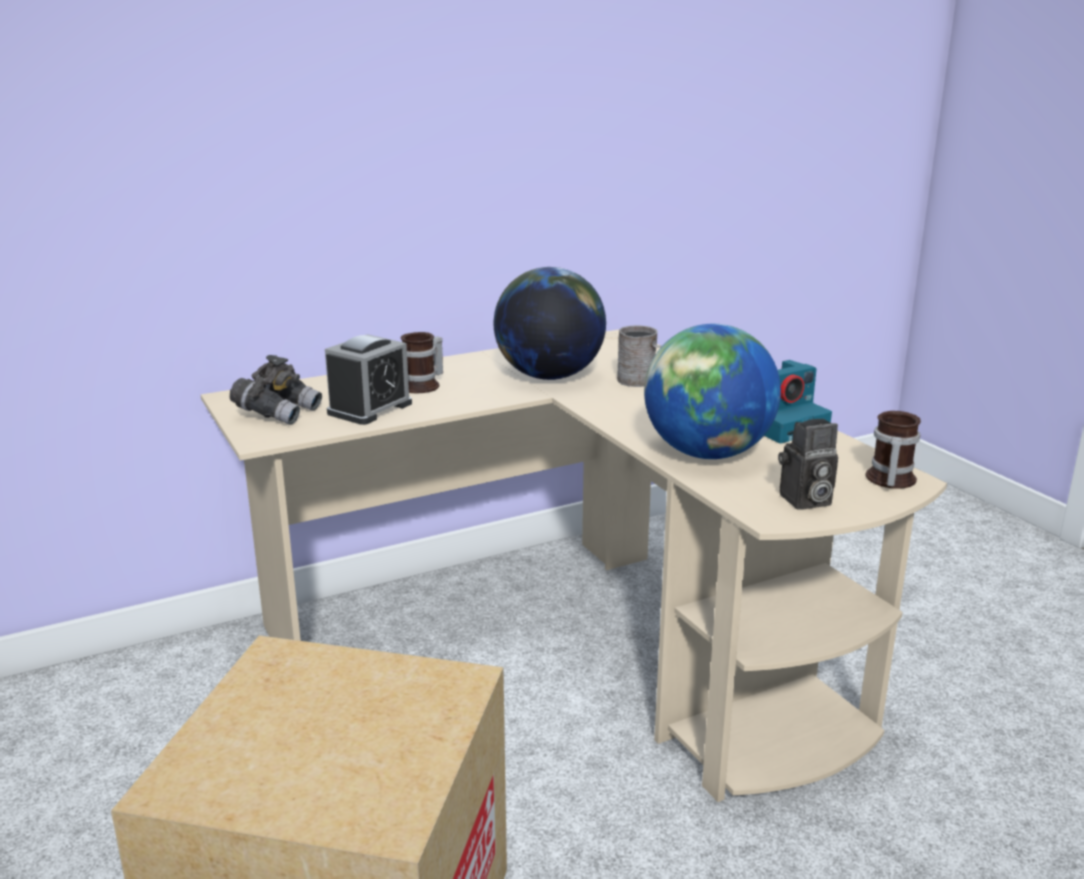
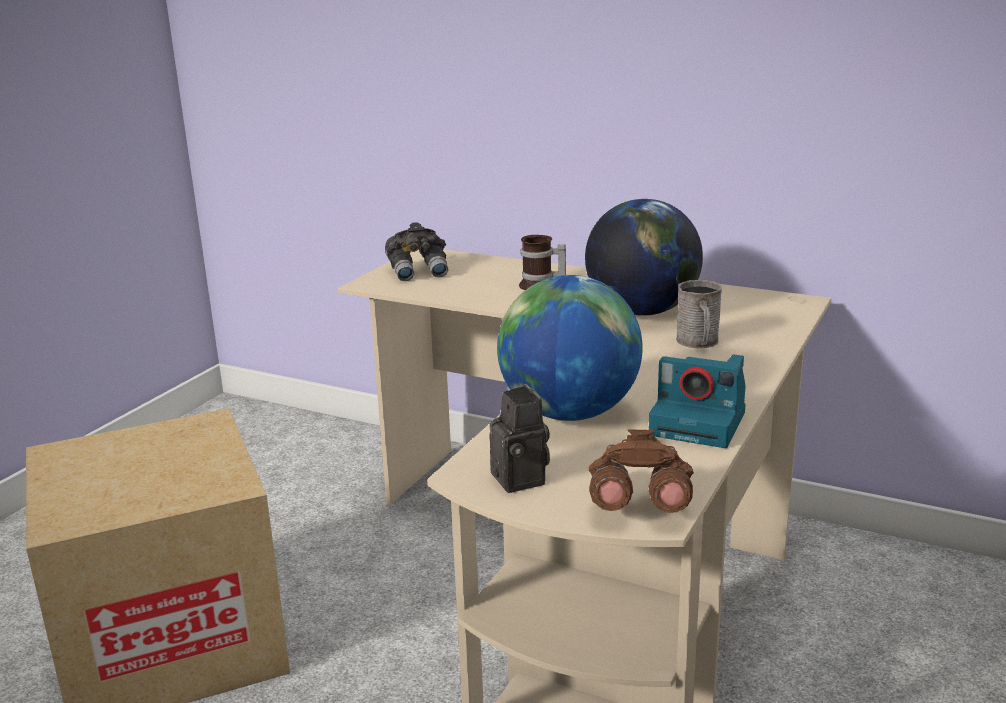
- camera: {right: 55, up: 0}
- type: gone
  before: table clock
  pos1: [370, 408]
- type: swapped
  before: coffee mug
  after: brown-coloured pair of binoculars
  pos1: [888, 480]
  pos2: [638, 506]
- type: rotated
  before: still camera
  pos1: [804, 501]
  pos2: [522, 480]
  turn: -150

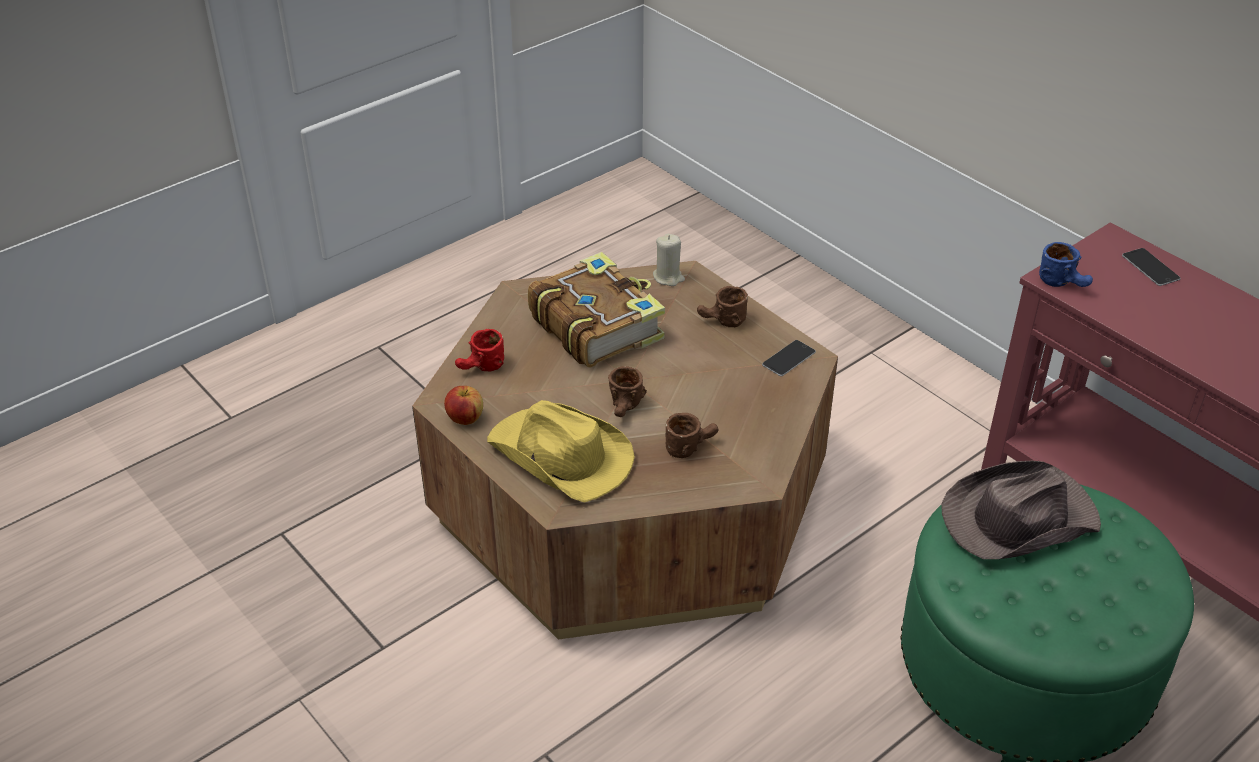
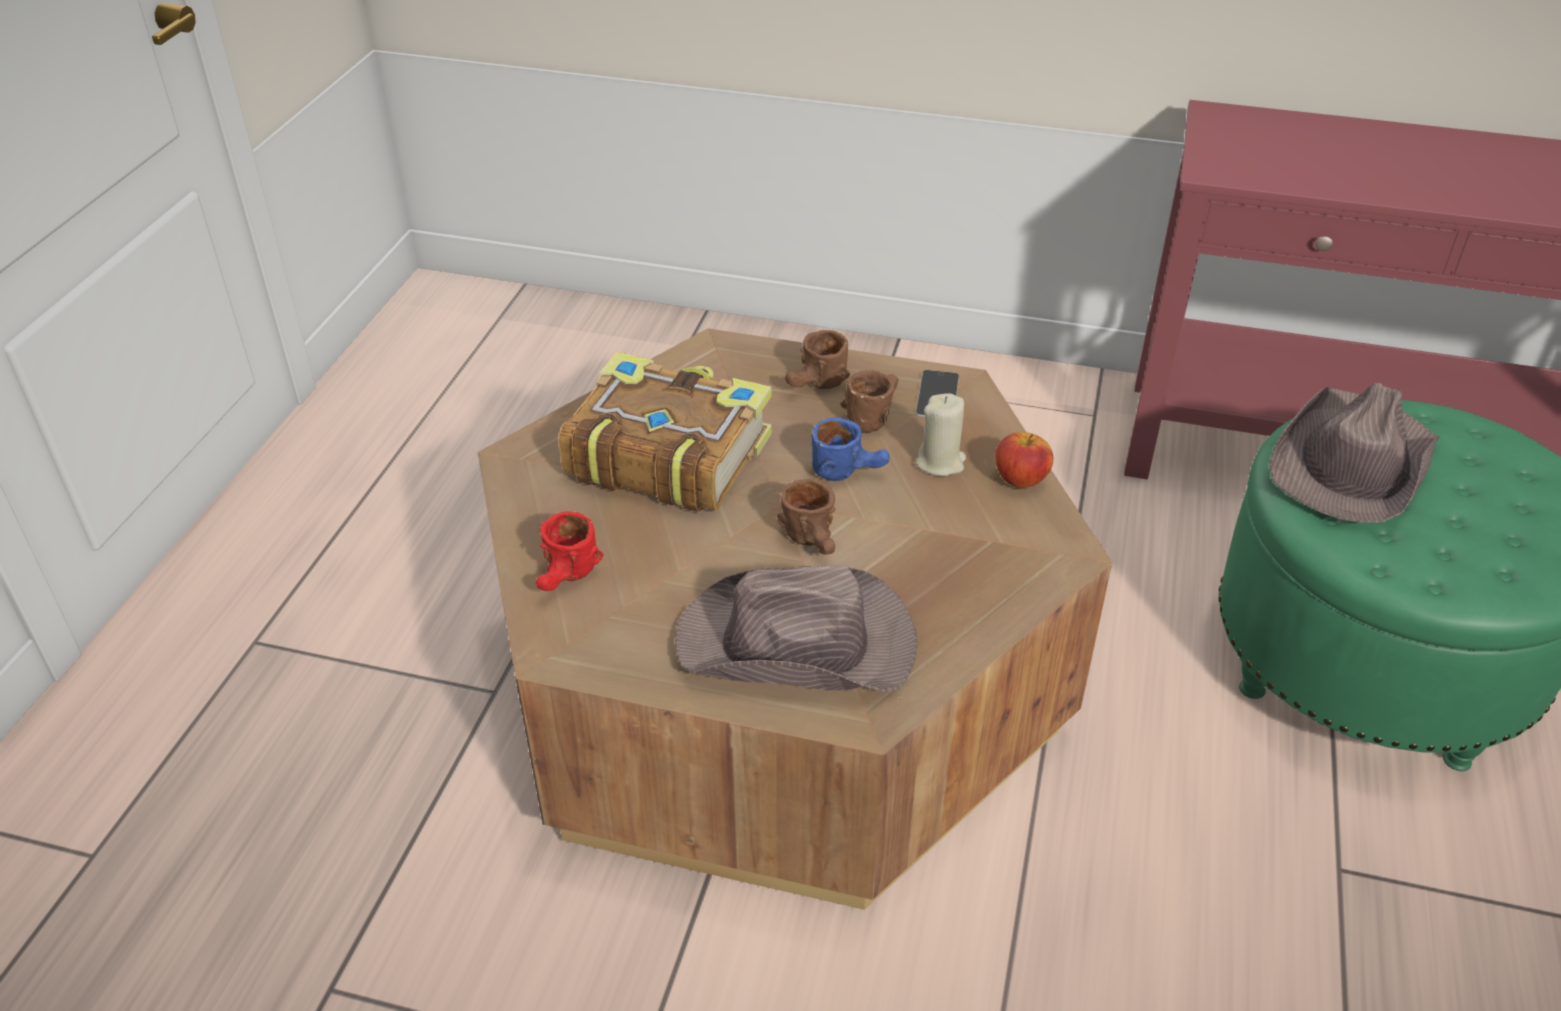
- camera: {right: -35, up: 0}
- type: shifted
  before: sand-coloured wax candle
  pos1: [668, 277]
  pos2: [940, 462]
- type: shifted
  before: bluish coffee mug
  pos1: [1064, 283]
  pos2: [849, 470]
- type: gone
  before: handset
  pos1: [1150, 267]
- type: shifted
  before: apple fruit
  pos1: [465, 418]
  pos2: [1020, 480]
- type: repainted
  before: yellow-coloured clothing hat
  after: brown-coloured clothing hat
  pos1: [561, 456]
  pos2: [798, 645]
- type: shifted
  before: brown-coloured coffee mug
  pos1: [690, 446]
  pos2: [872, 414]

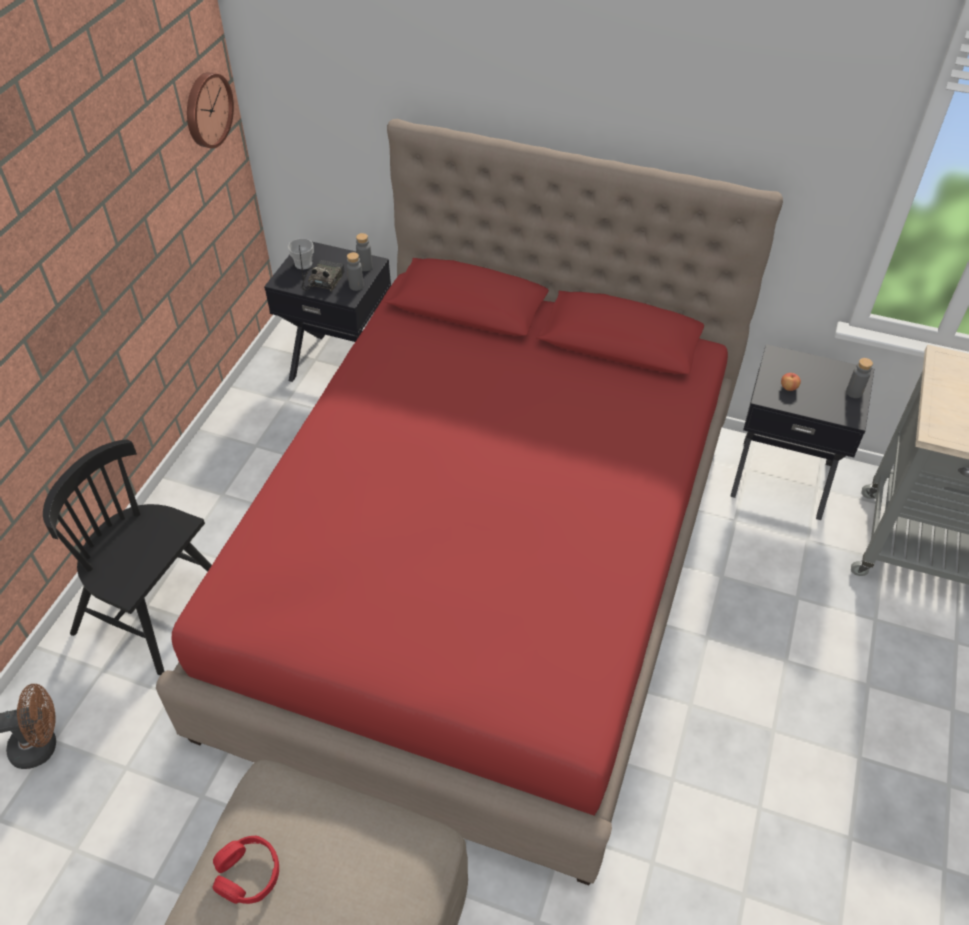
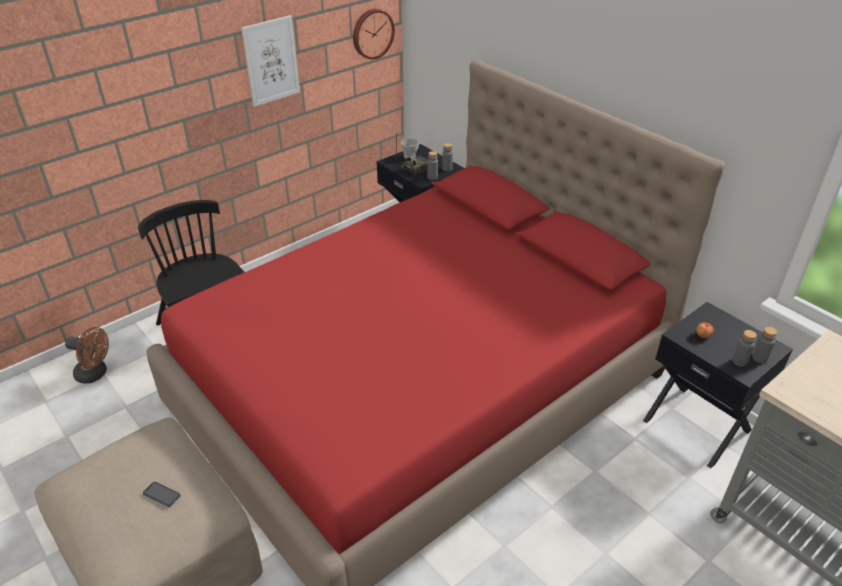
- camera: {right: 30, up: -10}
- type: gone
  before: red headphones
  pos1: [248, 874]
- type: new
  after: wall art
  pos2: [271, 61]
- type: new
  after: grey beverage bottle
  pos2: [739, 361]
- type: new
  after: handset
  pos2: [162, 495]

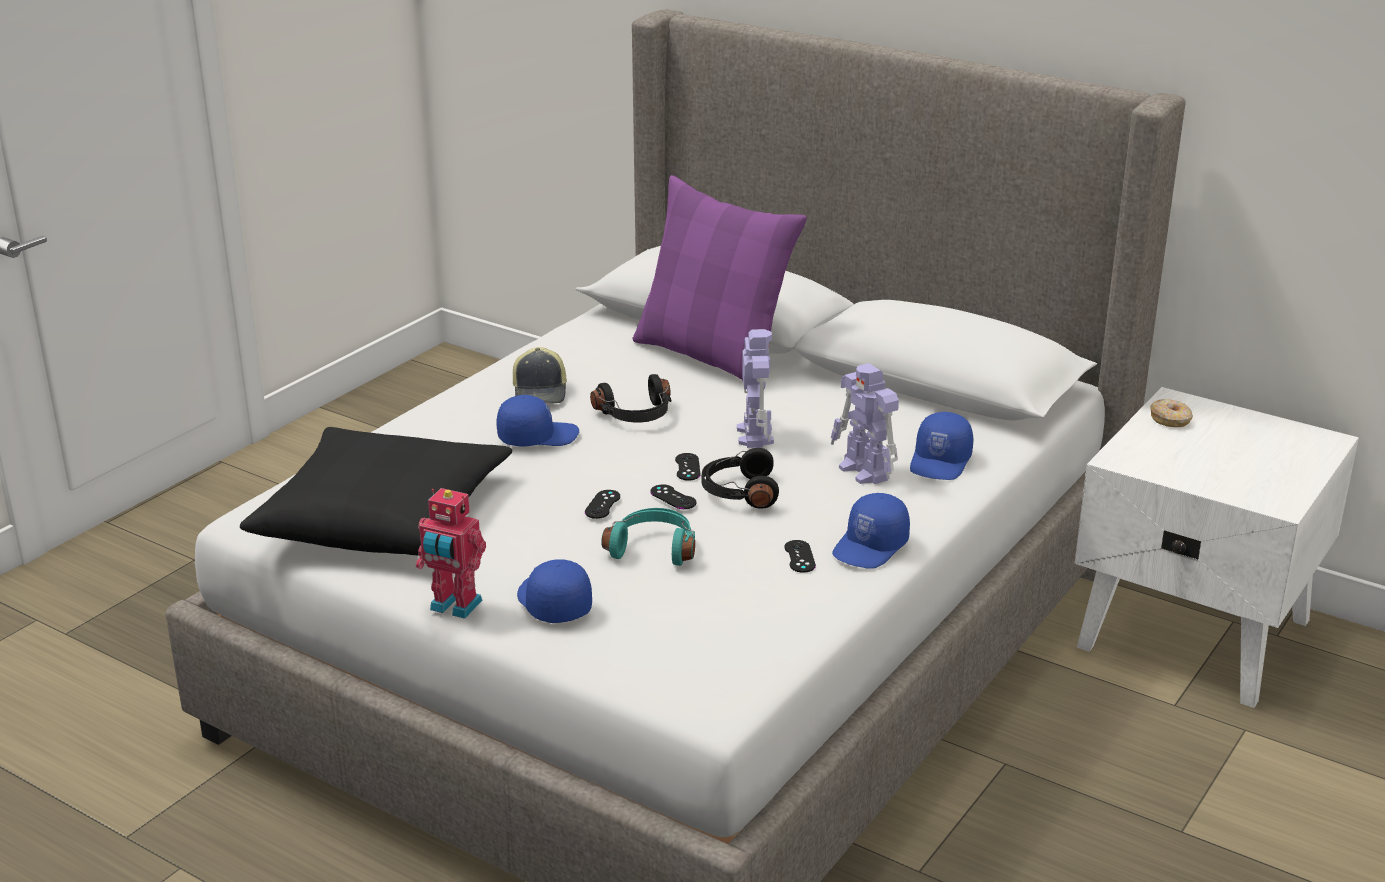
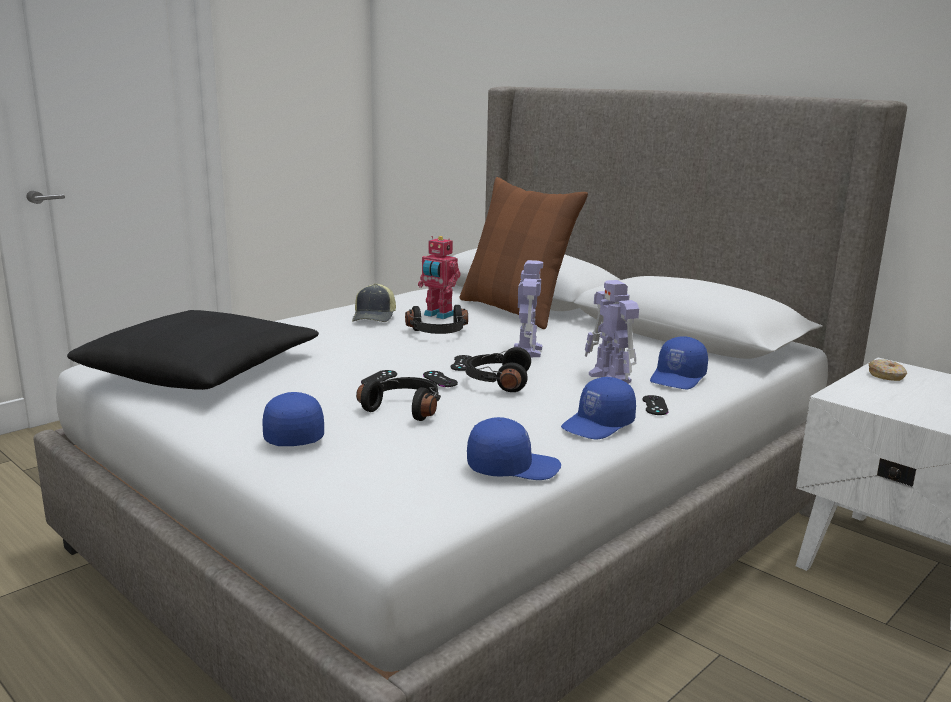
- camera: {right: 10, up: -10}
- type: repainted
  before: purple-coloured throw pillow
  after: brown-coloured throw pillow
  pos1: [713, 357]
  pos2: [515, 311]
- type: shifted
  before: bluish peaked cap
  pos1: [537, 436]
  pos2: [512, 467]
- type: shifted
  before: model robot
  pos1: [454, 607]
  pos2: [438, 315]
- type: repainted
  before: blue-green headphones
  after: black-coloured headphones
  pos1: [653, 548]
  pos2: [405, 408]
- type: shifted
  before: black-coloured game controller
  pos1: [799, 556]
  pos2: [655, 405]

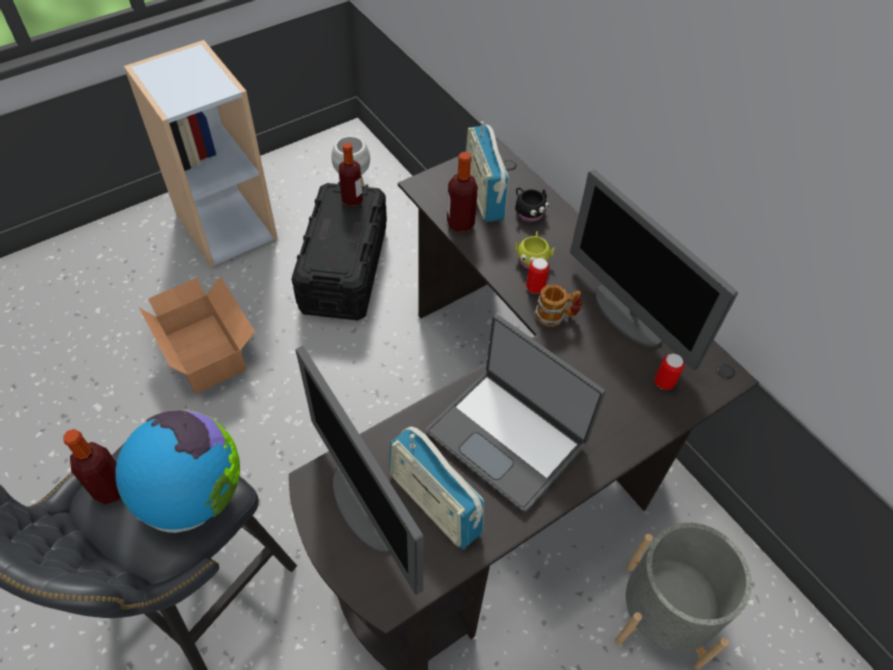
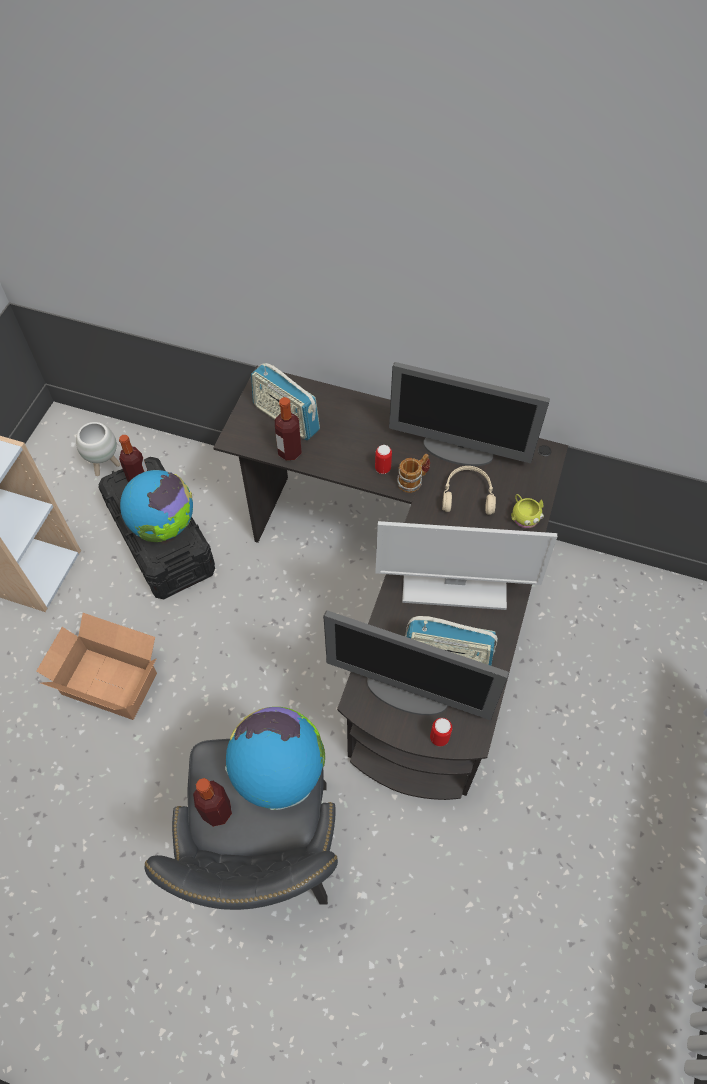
- camera: {right: -35, up: 5}
- type: gone
  before: black-coloured coffee mug
  pos1: [528, 211]
- type: shifted
  before: yellow-coloured coffee mug
  pos1: [532, 258]
  pos2: [524, 516]
- type: swapped
  before: portable computer
  after: monitor
  pos1: [507, 437]
  pos2: [453, 585]
- type: shifted
  before: metal can
  pos1: [664, 382]
  pos2: [439, 738]
- type: gone
  before: grey planter
  pos1: [662, 614]
- type: new
  after: sand-coloured headphones
  pos2: [467, 494]
- type: new
  after: globe
  pos2: [164, 525]

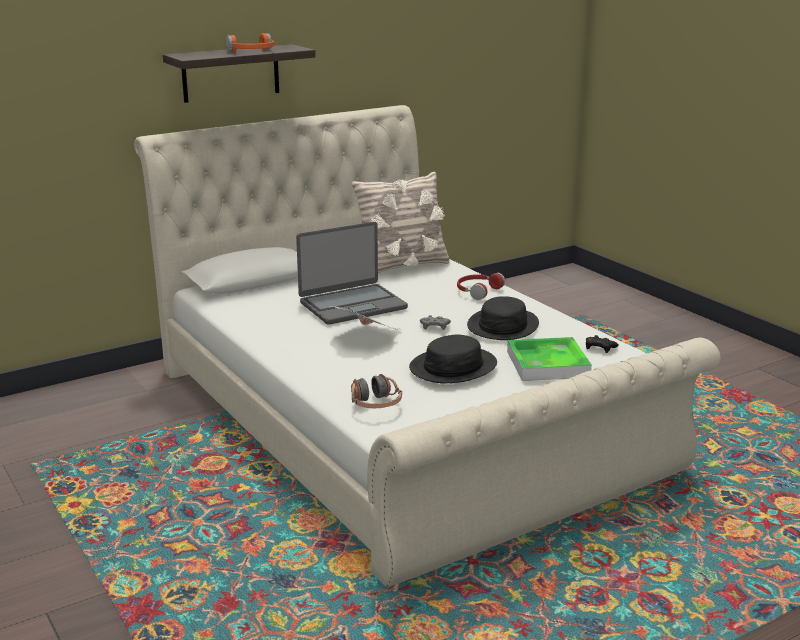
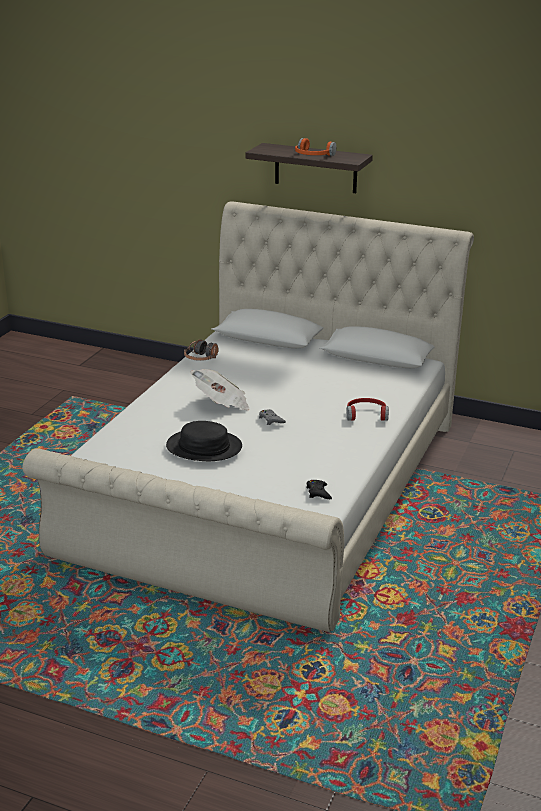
- camera: {right: 55, up: 5}
- type: gone
  before: sand-coloured throw pillow
  pos1: [402, 266]
- type: gone
  before: portable computer
  pos1: [352, 305]
- type: gone
  before: black-coloured clothing hat
  pos1: [502, 325]
- type: gone
  before: tray
  pos1: [547, 364]
- type: shifted
  before: headphones
  pos1: [375, 404]
  pos2: [201, 358]

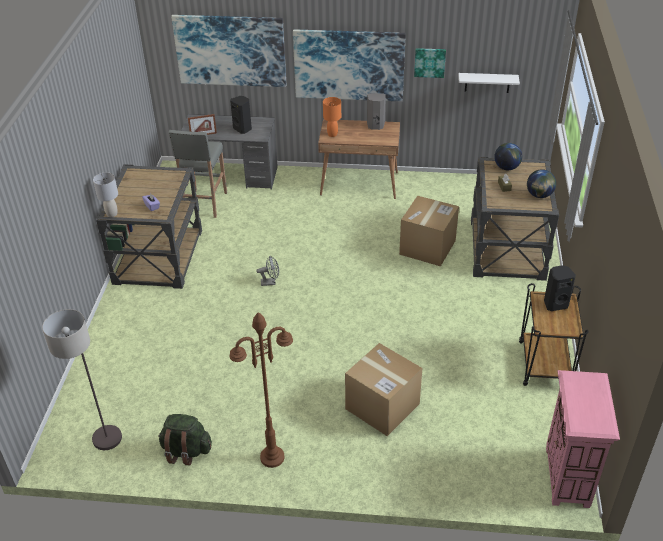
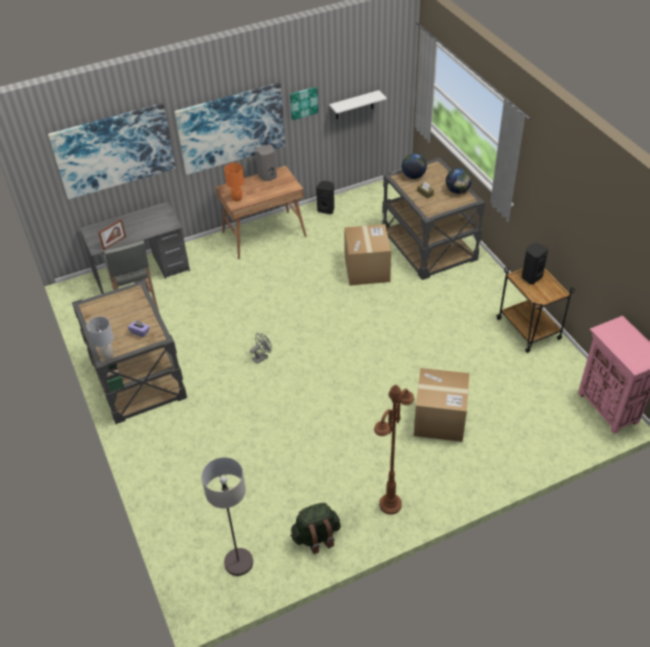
- camera: {right: -30, up: 5}
- type: shifted
  before: black-coloured audio speaker
  pos1: [243, 129]
  pos2: [326, 209]

